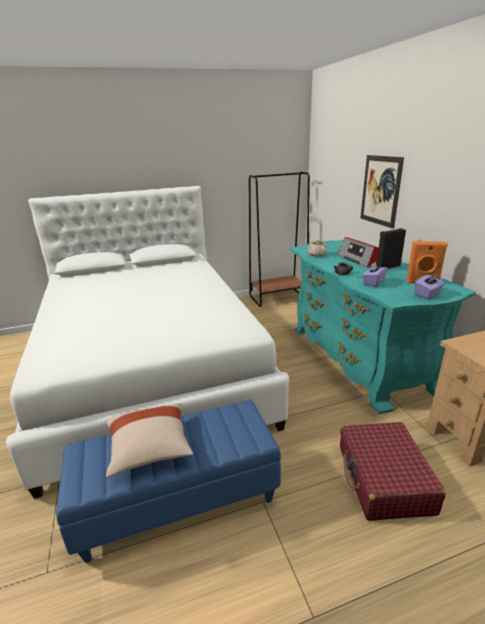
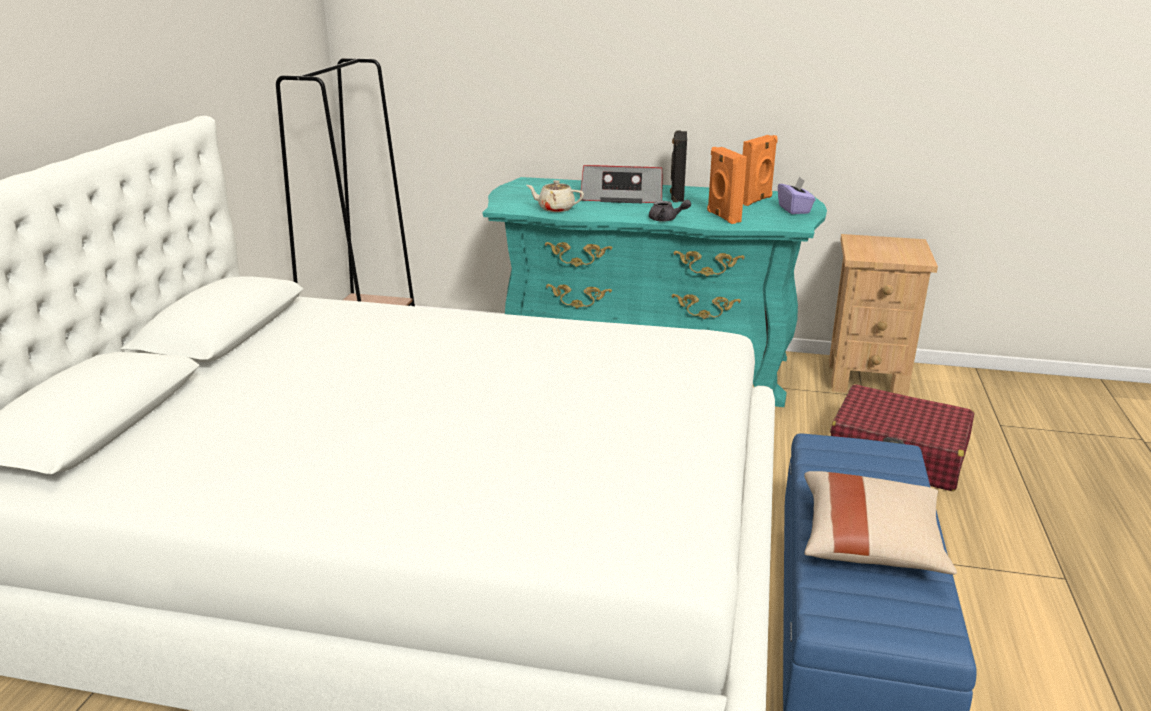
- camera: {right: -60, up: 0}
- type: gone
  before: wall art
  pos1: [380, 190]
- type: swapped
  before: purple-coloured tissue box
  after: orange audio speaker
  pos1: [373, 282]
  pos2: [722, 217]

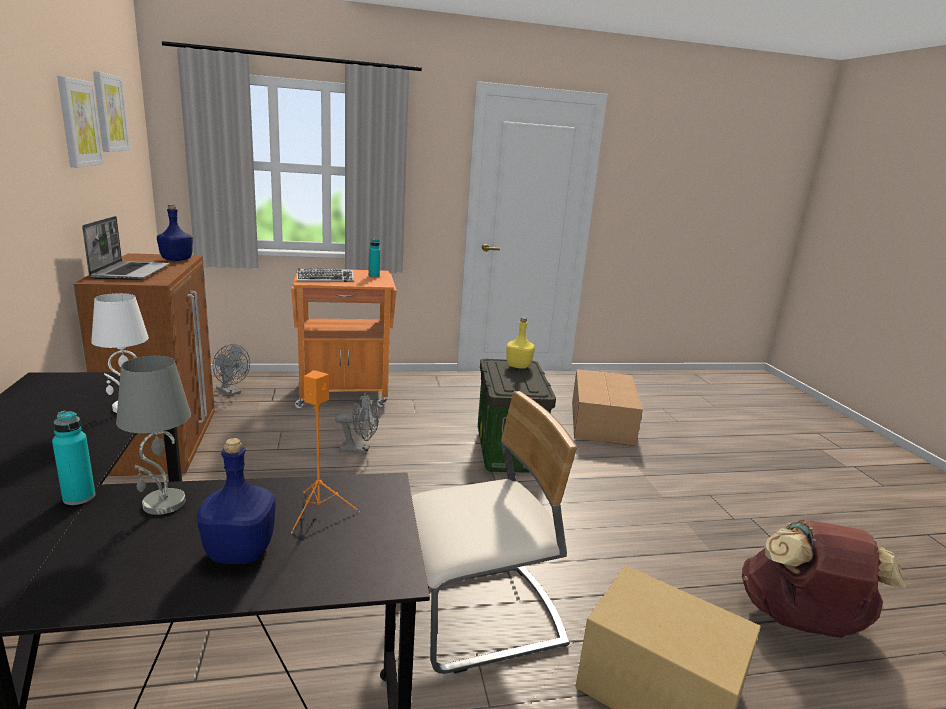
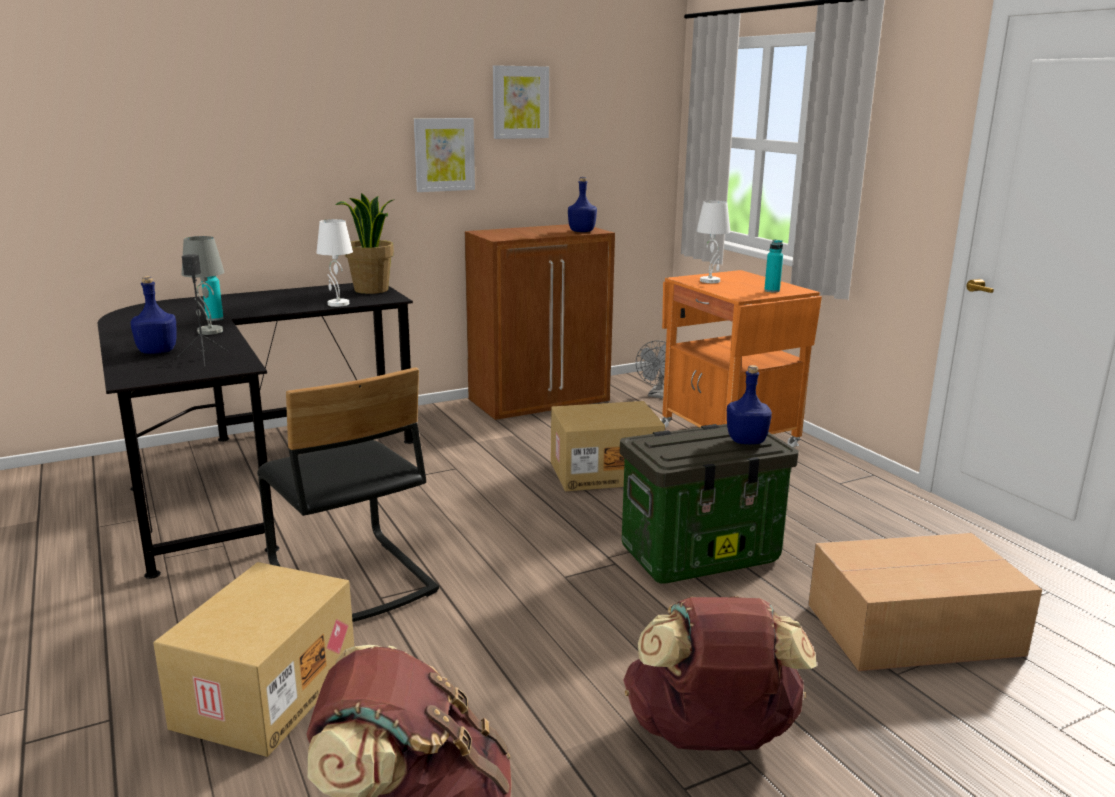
- camera: {right: 75, up: 0}
- type: shifted
  before: wall art
  pos1: [109, 113]
  pos2: [444, 154]
- type: gone
  before: portable computer
  pos1: [130, 272]
- type: swapped
  before: computer keyboard
  after: whitish tabletop lamp
  pos1: [325, 279]
  pos2: [710, 281]
- type: repainted
  before: yellow-coloured beverage bottle
  after: bluish beverage bottle
  pos1: [519, 366]
  pos2: [746, 441]
- type: repainted
  before: orange audio speaker
  after: black-coloured audio speaker
  pos1: [318, 511]
  pos2: [204, 358]
- type: repainted
  before: sand-coloured upright chair
  after: black-coloured upright chair
  pos1: [481, 617]
  pos2: [350, 580]
- type: swapped
  before: grey fan
  after: cardboard box
  pos1: [359, 449]
  pos2: [605, 472]
- type: new
  after: plant in a pot
  pos2: [371, 290]
- type: new
  after: brown-coloured backpack
  pos2: [710, 738]

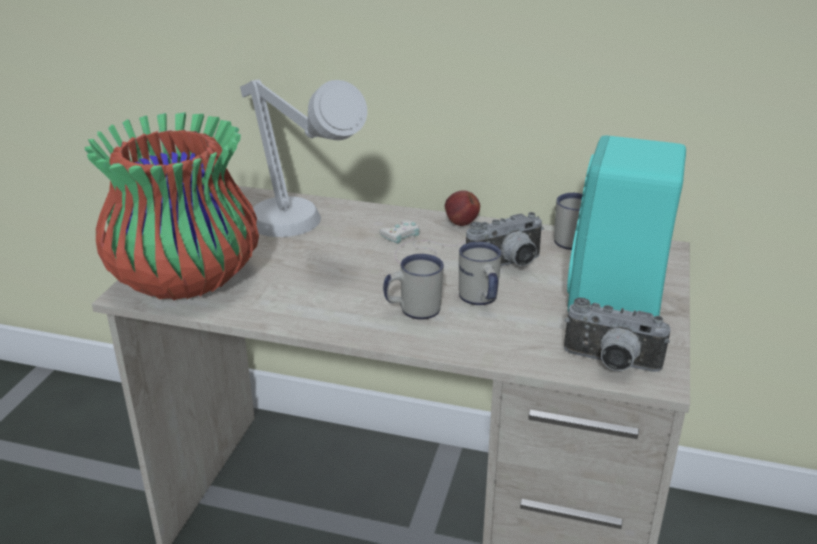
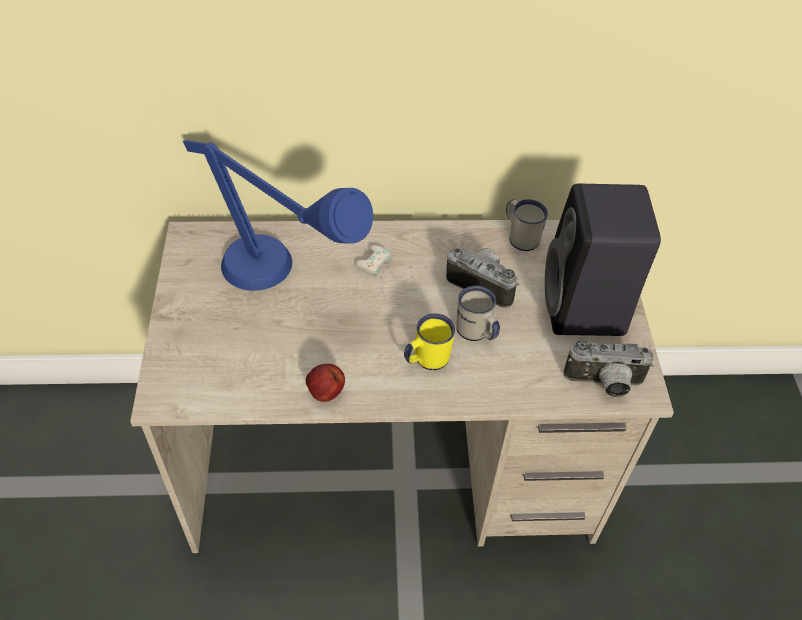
- camera: {right: -20, up: 20}
- type: repainted
  before: grey tabletop lamp
  after: bluish tabletop lamp
  pos1: [300, 235]
  pos2: [282, 283]
- type: gone
  before: decorative vase
  pos1: [186, 280]
- type: repainted
  before: blue-green audio speaker
  after: black-coloured audio speaker
  pos1: [616, 301]
  pos2: [585, 309]
- type: shifted
  before: apple fruit
  pos1: [460, 223]
  pos2: [325, 393]
- type: rotated
  before: still camera
  pos1: [508, 266]
  pos2: [483, 284]
  turn: -105
- type: repainted
  before: whitish coffee mug
  after: yellow-coloured coffee mug
  pos1: [413, 310]
  pos2: [426, 359]

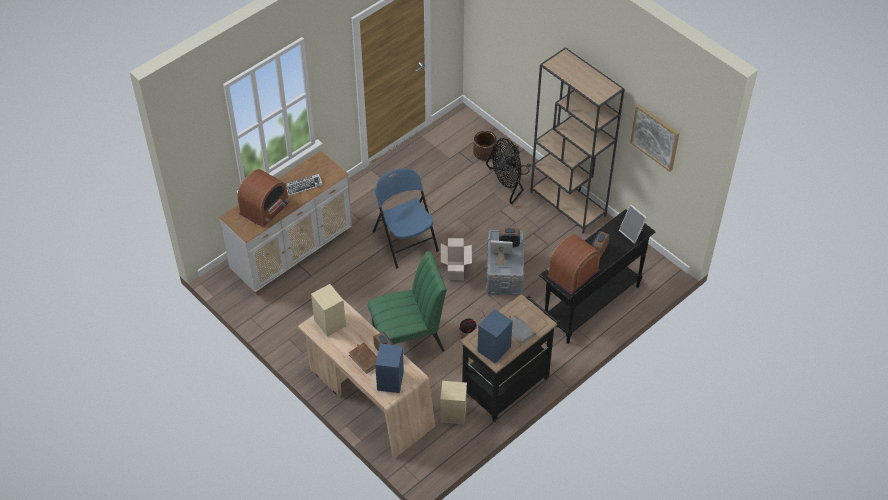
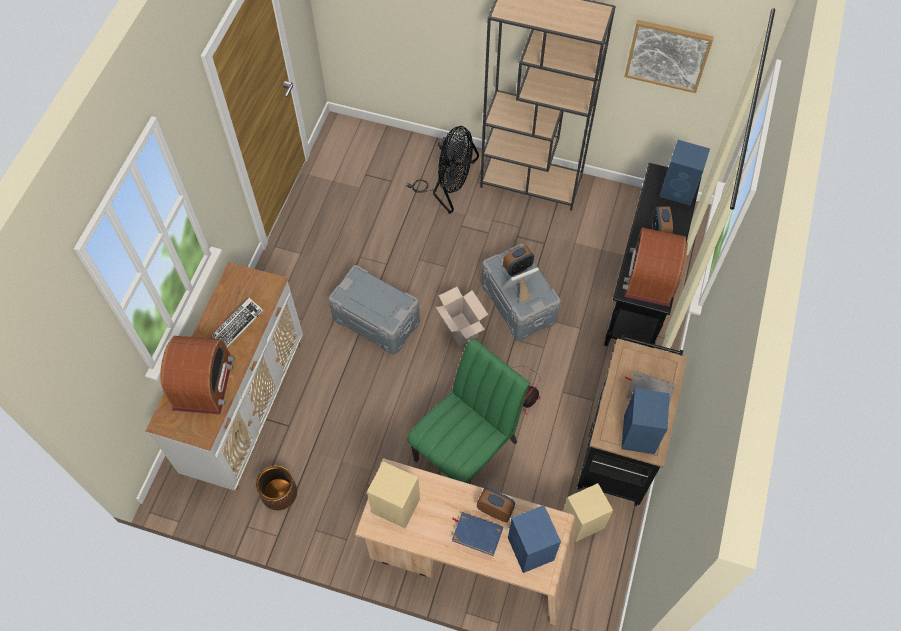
- camera: {right: -30, up: 10}
- type: shifted
  before: brown-coloured planter
  pos1: [484, 153]
  pos2: [279, 493]
- type: rotated
  before: black-coloured fan
  pos1: [509, 181]
  pos2: [448, 185]
  turn: -105
- type: swapped
  before: bluish upright chair
  after: grey storage bin
  pos1: [405, 241]
  pos2: [376, 320]
- type: swapped
  before: picture frame
  after: bluish audio speaker
  pos1: [632, 233]
  pos2: [679, 190]
- type: repainted
  before: brown-coloured bound book
  after: bluish bound book
  pos1: [365, 359]
  pos2: [477, 534]

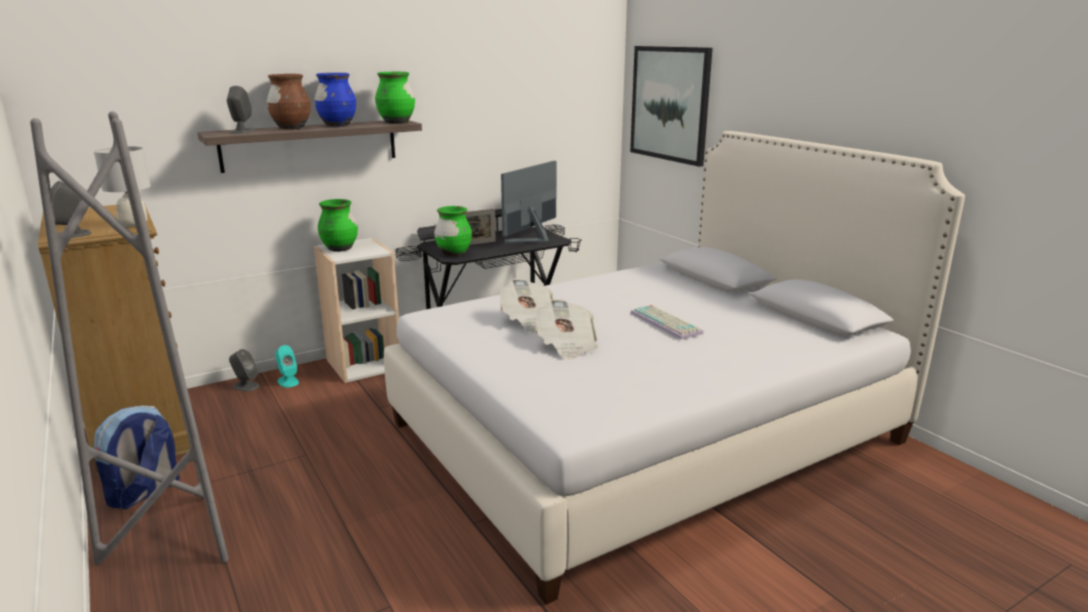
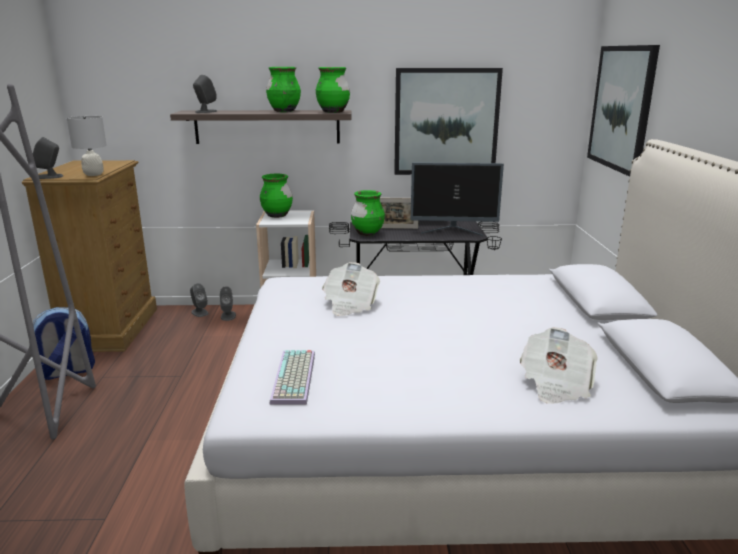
- camera: {right: 30, up: 0}
- type: repainted
  before: bluish decorative vase
  after: greenish decorative vase
  pos1: [337, 125]
  pos2: [284, 111]
- type: gone
  before: brown-coloured decorative vase
  pos1: [291, 128]
- type: rotated
  before: monitor
  pos1: [533, 239]
  pos2: [453, 231]
  turn: -150
- type: shifted
  before: newspaper
  pos1: [566, 345]
  pos2: [555, 384]
- type: shifted
  before: computer keyboard
  pos1: [667, 323]
  pos2: [295, 378]
- type: repainted
  before: blue-green audio speaker
  after: grey audio speaker
  pos1: [288, 381]
  pos2: [228, 316]
- type: new
  after: wall art
  pos2: [446, 122]

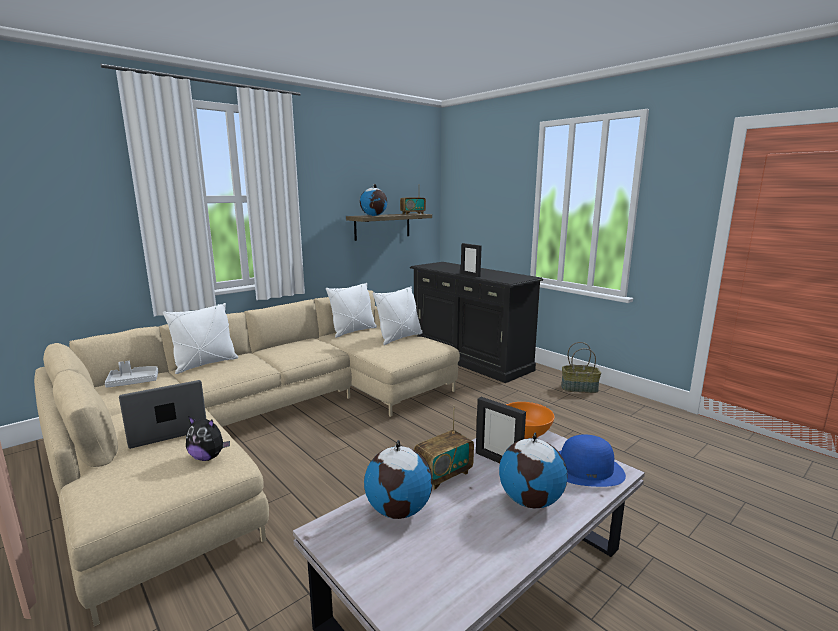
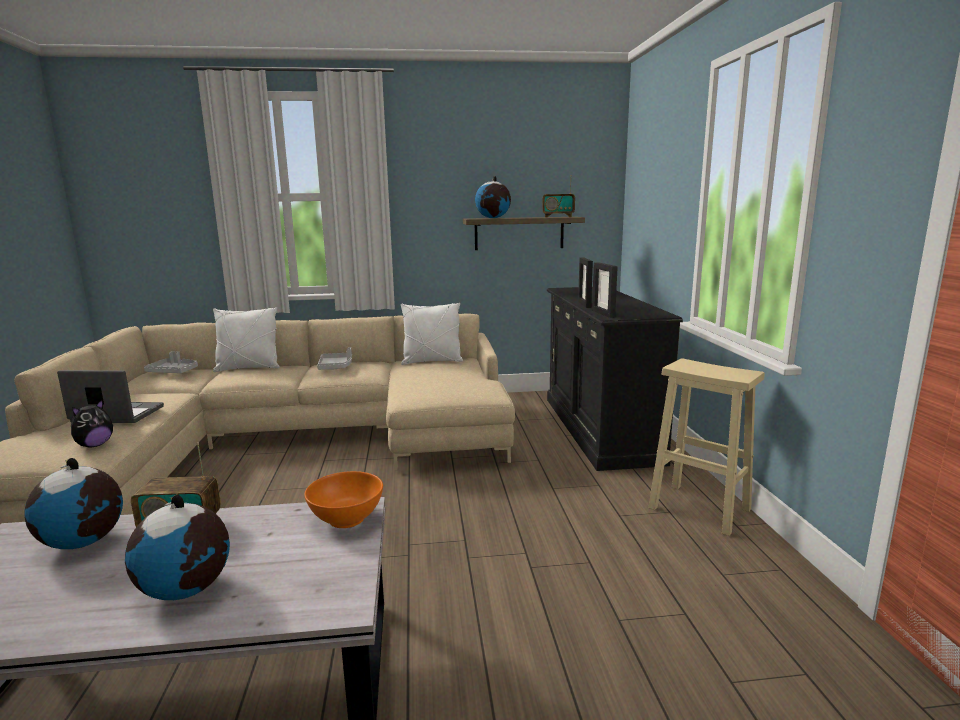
- camera: {right: 35, up: 0}
- type: gone
  before: whitish throw pillow
  pos1: [399, 338]
- type: swapped
  before: storage basket
  after: sand-coloured sitting stool
  pos1: [579, 388]
  pos2: [701, 509]
- type: shifted
  before: picture frame
  pos1: [498, 460]
  pos2: [604, 314]
- type: rotated
  before: soft toy
  pos1: [208, 457]
  pos2: [94, 445]
  turn: -105
- type: gone
  before: bluish clothing hat
  pos1: [586, 469]
- type: new
  after: grey tray
  pos2: [336, 367]

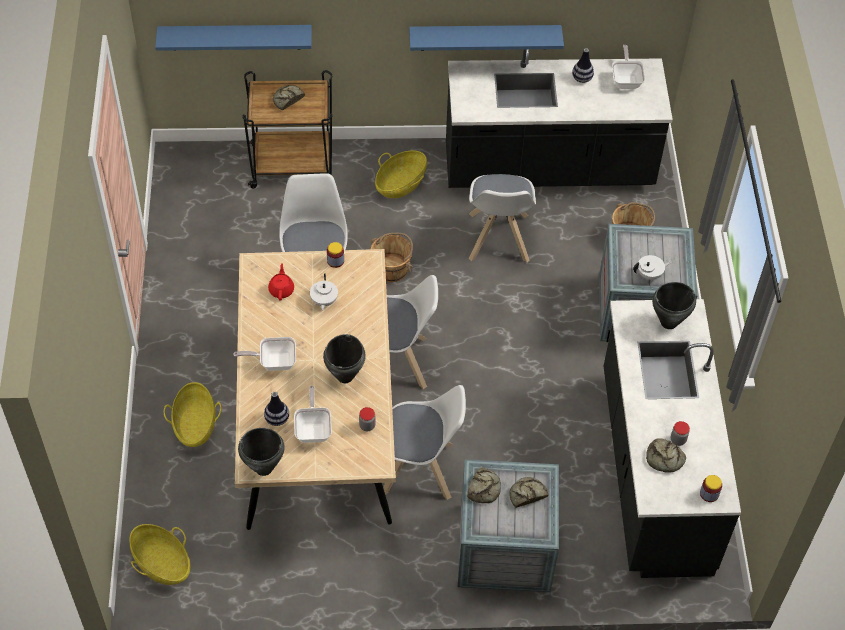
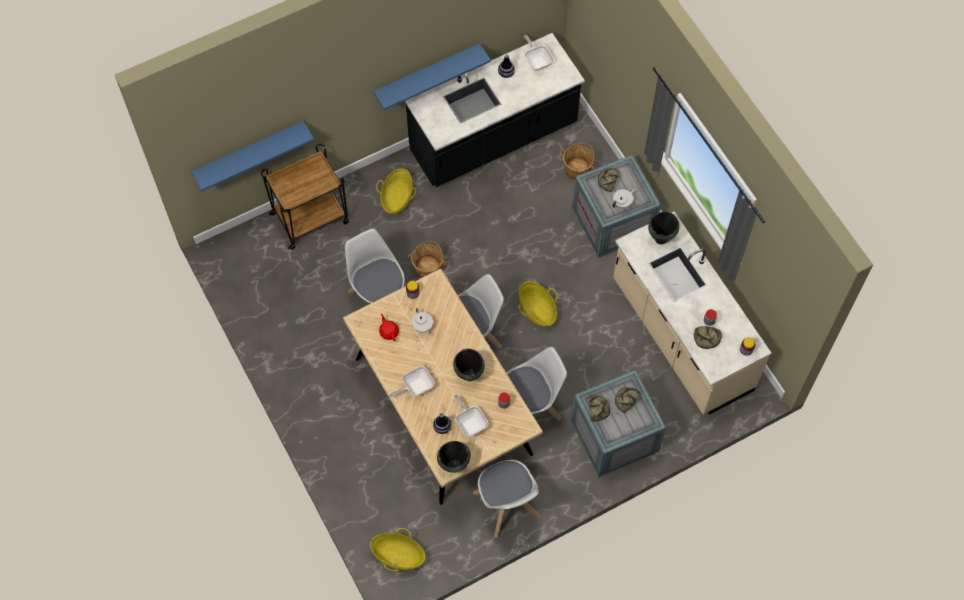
- camera: {right: -25, up: 10}
- type: shifted
  before: bakery bread
  pos1: [287, 99]
  pos2: [608, 180]
- type: shifted
  before: upright chair
  pos1: [498, 239]
  pos2: [507, 506]
- type: repainted
  before: black-coloured counter
  after: sand-coloured counter
  pos1: [653, 471]
  pos2: [680, 336]
- type: shifted
  before: storage basket
  pos1: [195, 425]
  pos2: [537, 310]

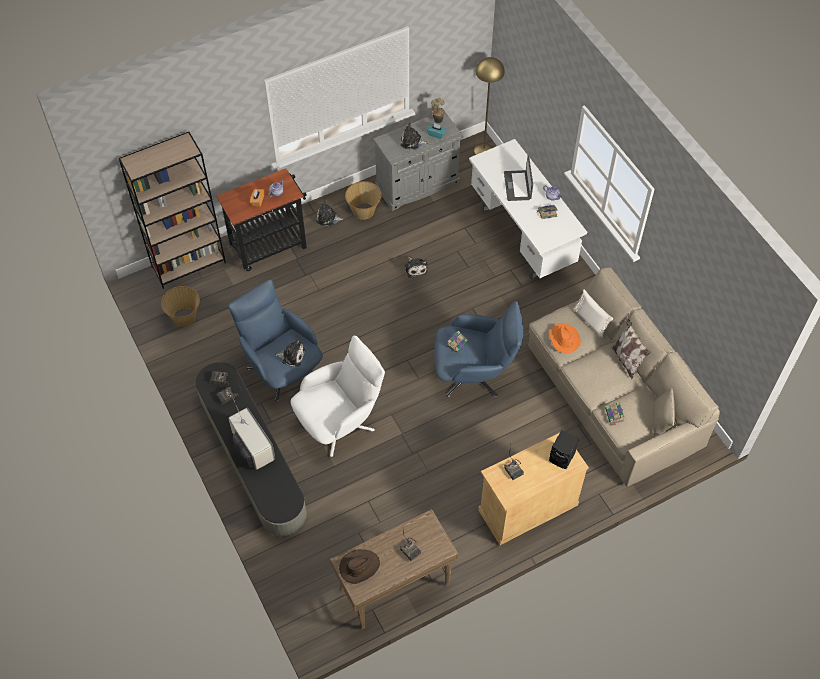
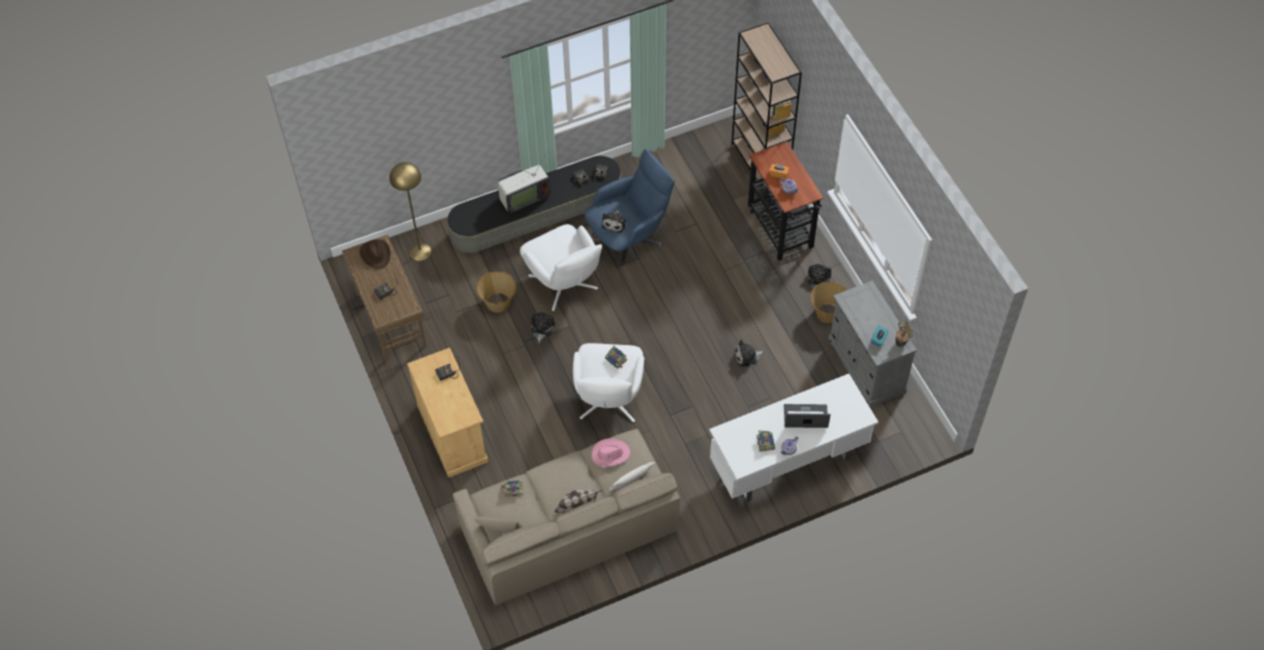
- camera: {right: 95, up: 0}
- type: shifted
  before: yellow-coloured standard lamp
  pos1: [484, 150]
  pos2: [420, 251]
- type: shifted
  before: soft toy
  pos1: [412, 142]
  pos2: [542, 328]
- type: shifted
  before: storage basket
  pos1: [184, 317]
  pos2: [498, 303]
- type: repainted
  before: bluish lounge chair
  after: whitish lounge chair
  pos1: [473, 374]
  pos2: [608, 400]
- type: repainted
  before: orange clothing hat
  after: pinkish clothing hat
  pos1: [564, 339]
  pos2: [610, 454]
- type: gone
  before: black-coloured audio speaker
  pos1: [562, 457]

